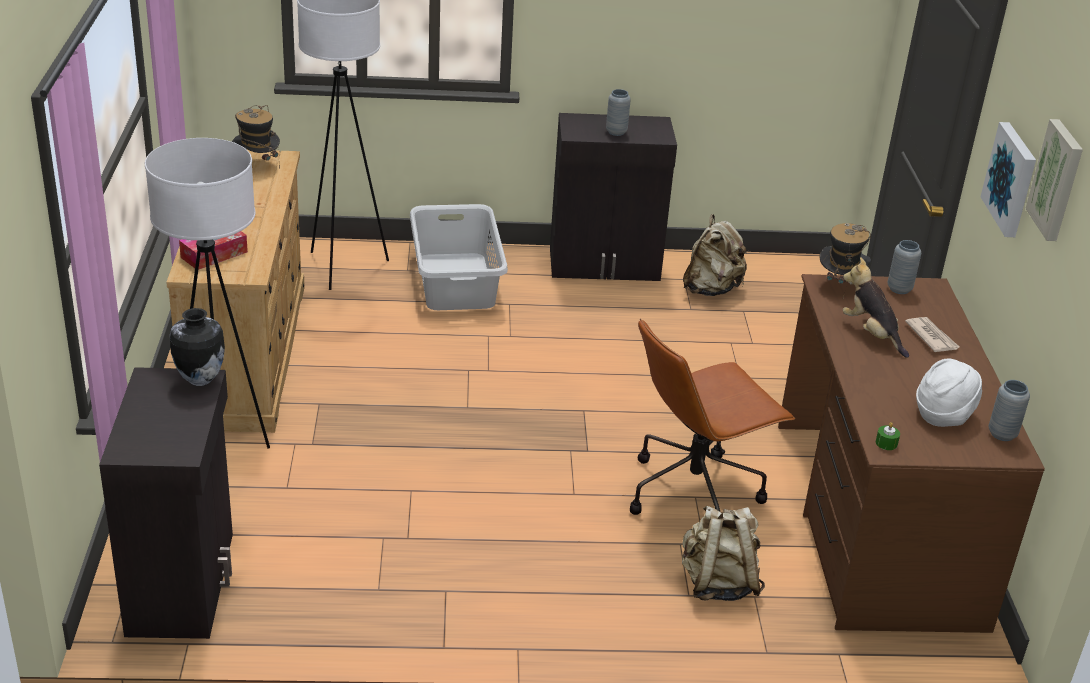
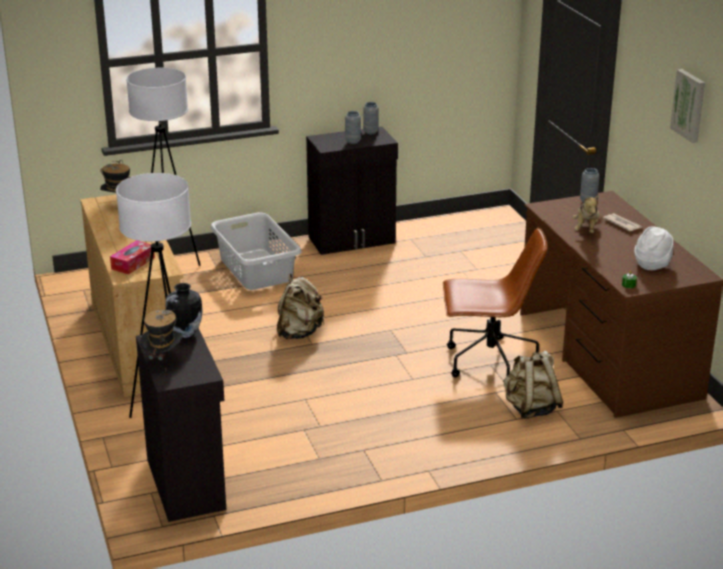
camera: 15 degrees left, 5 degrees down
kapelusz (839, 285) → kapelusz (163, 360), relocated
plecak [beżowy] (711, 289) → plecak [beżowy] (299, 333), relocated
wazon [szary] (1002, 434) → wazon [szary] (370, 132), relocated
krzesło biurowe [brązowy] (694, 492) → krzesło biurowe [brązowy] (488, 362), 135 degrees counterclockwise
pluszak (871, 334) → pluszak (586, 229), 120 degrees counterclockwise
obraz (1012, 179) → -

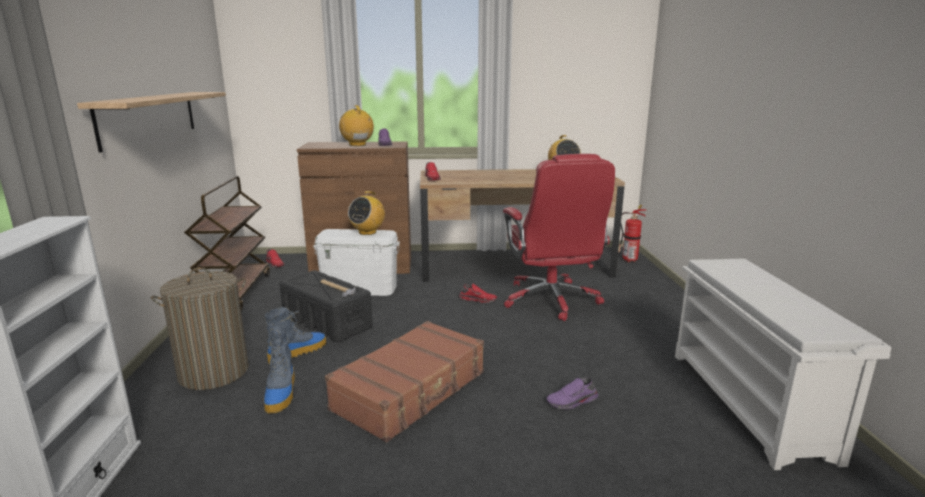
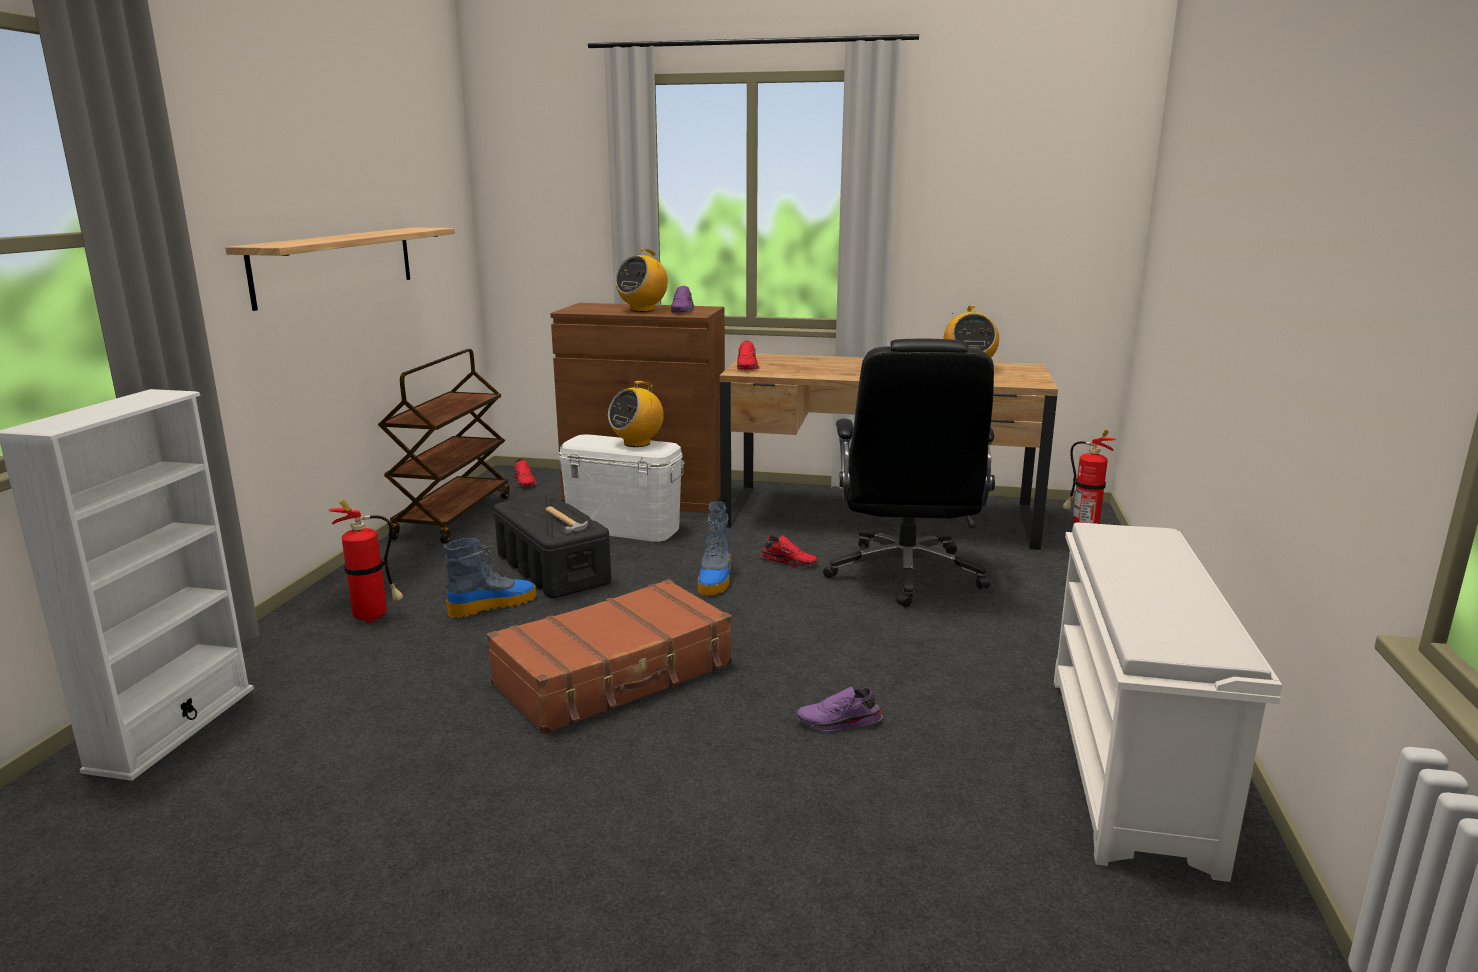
camera: 15 degrees right, 0 degrees up
kosz na pranie (213, 372) → gaśnica (375, 617)
radio (357, 145) → radio (642, 310), 135 degrees counterclockwise
but z cholewką (281, 393) → but z cholewką (715, 580), relocated
krzesło biurowe [czerwony] (551, 300) → krzesło biurowe [czarny] (905, 575)

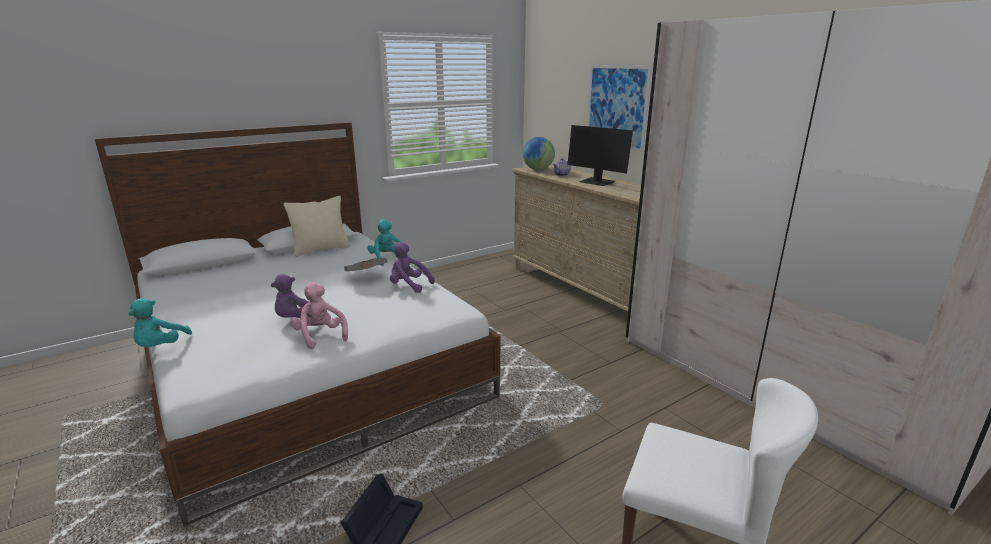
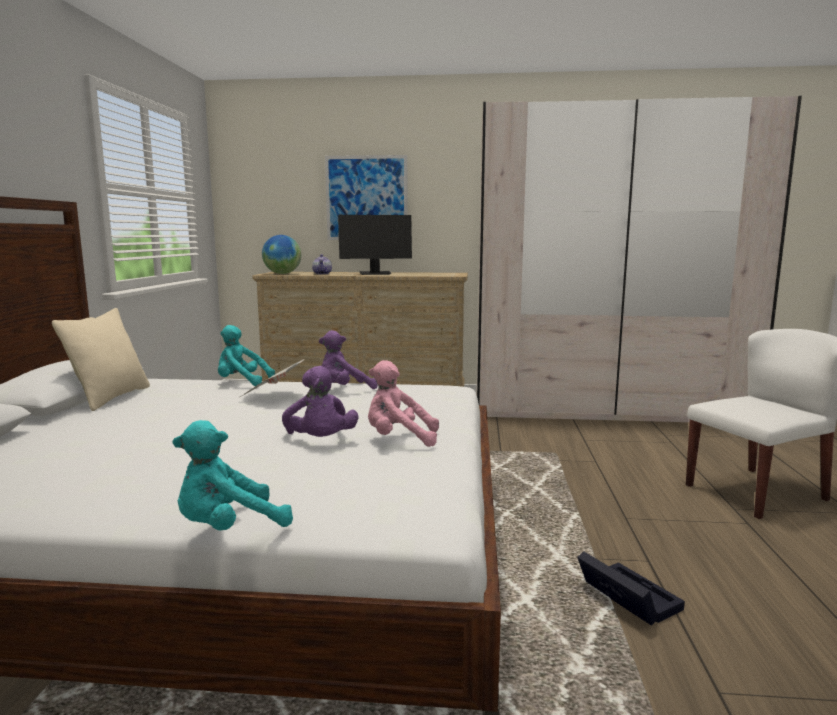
camera: 50 degrees left, 10 degrees down
pluszak [turkusowy] (160, 347) → pluszak [turkusowy] (229, 528), 105 degrees clockwise

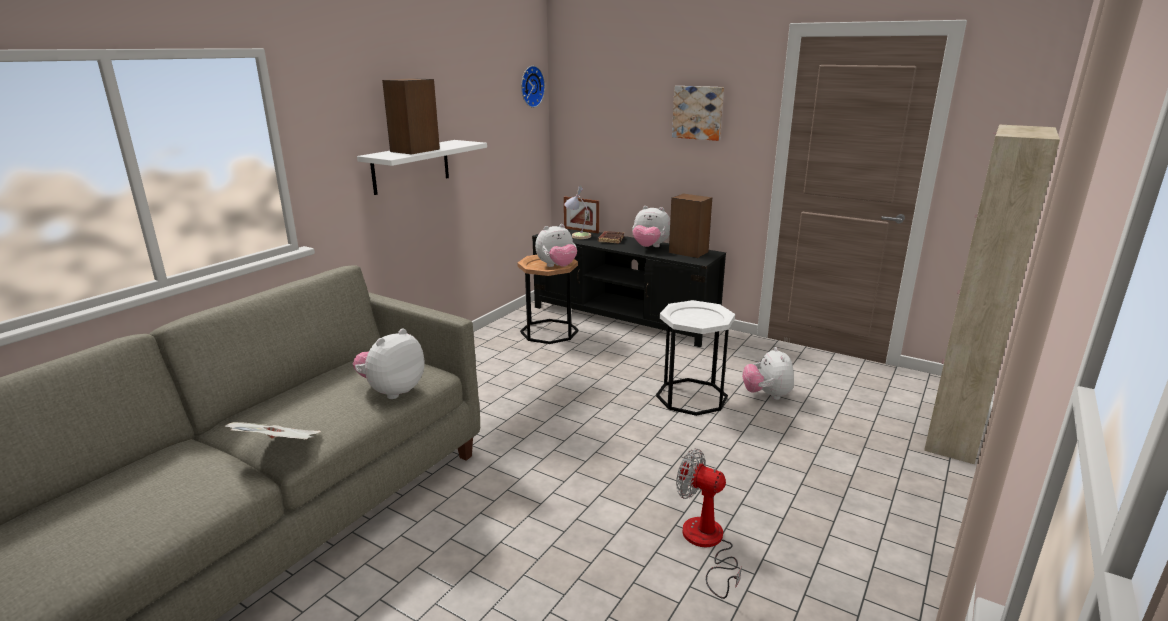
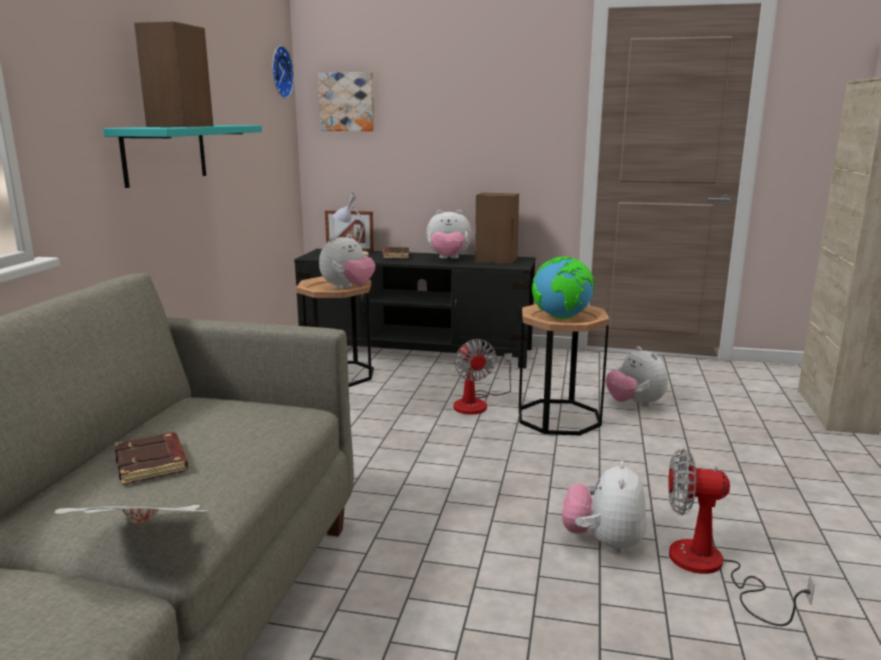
camera: 20 degrees left, 5 degrees down
półka [biały] (411, 166) → półka [turkusowy] (165, 154)
- → książka [brązowy] (153, 464)
obraz (698, 112) → obraz (347, 102), relocated
- → wentylator (477, 403)
stolik [biały] (691, 397) → stolik [brązowy] (558, 417)
- → globus (562, 318)
pluszak (392, 391) → pluszak (603, 542), relocated

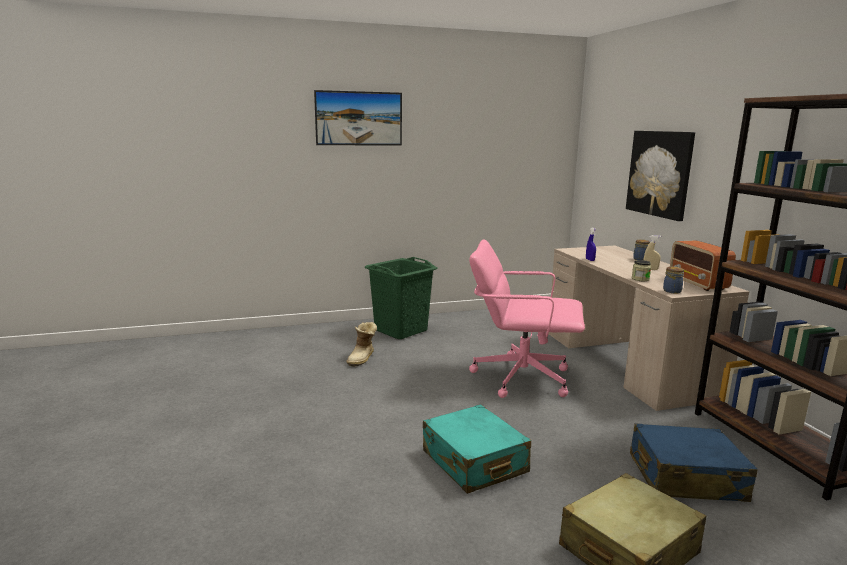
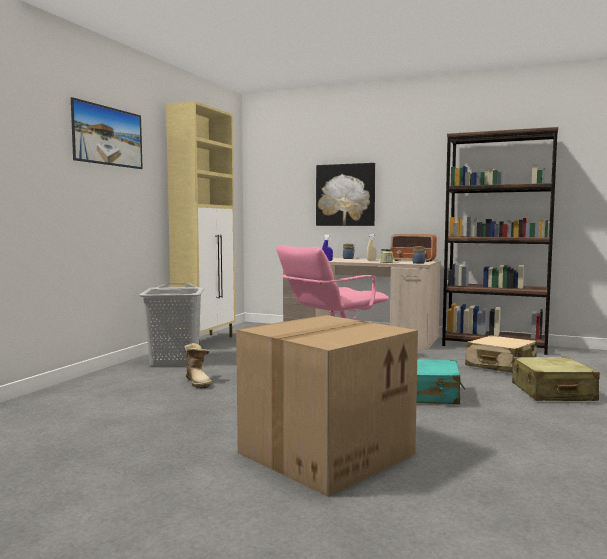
camera: 50 degrees left, 10 degrees down
kosz na pranie [zielony] (401, 330) → kosz na pranie [szary] (175, 361)
- → szafka [beżowy] (205, 341)
- → karton (326, 452)
walizka [niebieski] (685, 477) → walizka [beżowy] (500, 365)

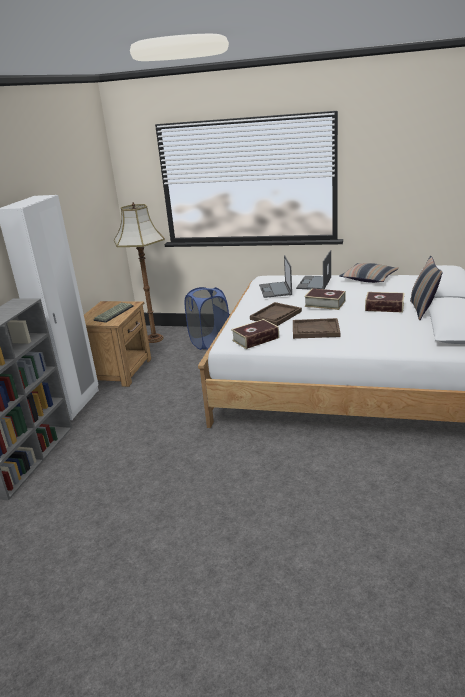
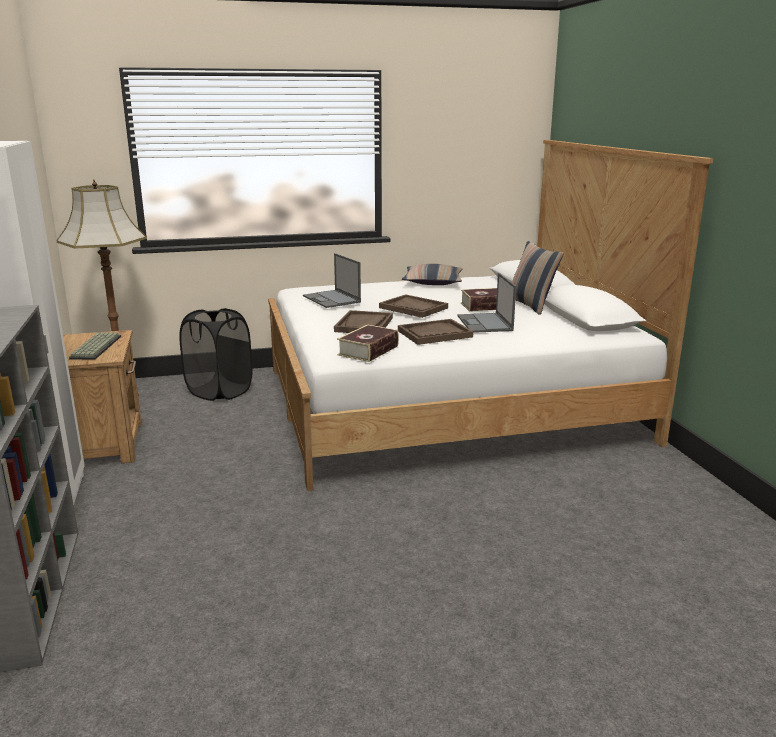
camera: 30 degrees left, 5 degrees down
kosz na pranie [niebieski] (210, 343) → kosz na pranie [czarny] (219, 391)
książka (325, 304) → taca [brązowy] (413, 308)
laptop (314, 283) → laptop (485, 323), relocated

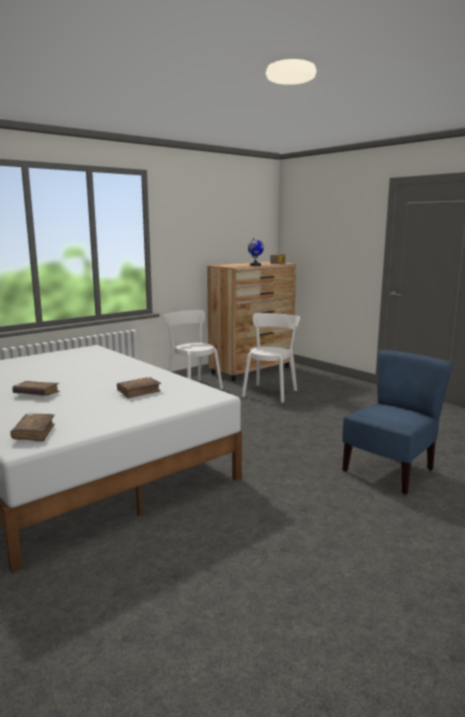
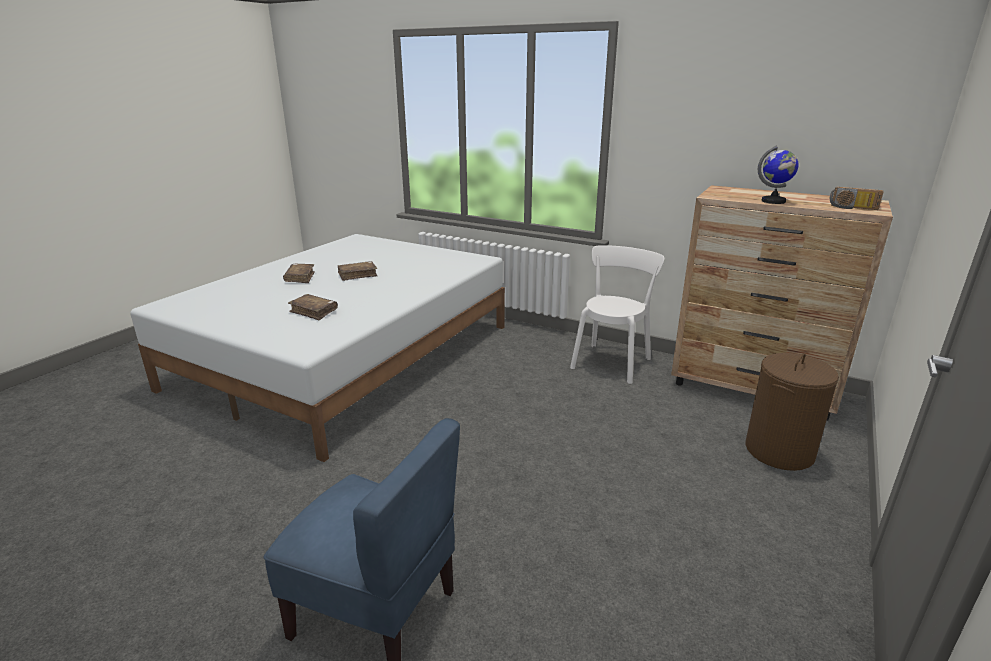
camera: 70 degrees right, 10 degrees up
książka [brązowy] (34, 433) → książka [brązowy] (357, 275), relocated
- → kosz na pranie [brązowy] (779, 450)
krzesło [biały] (270, 392) → -

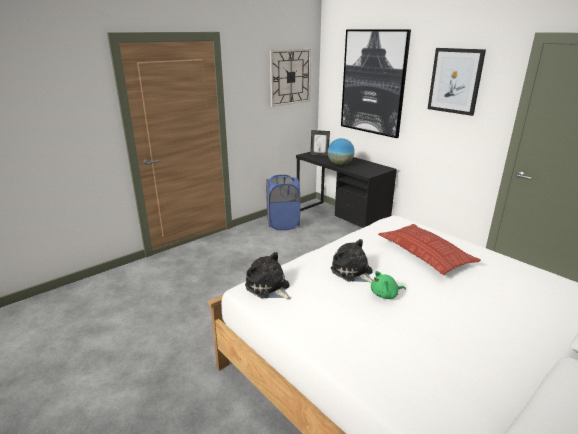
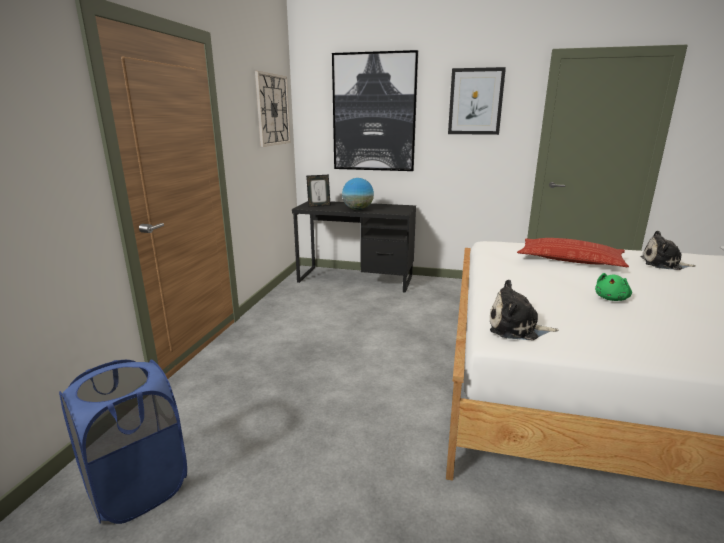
camera: 35 degrees left, 5 degrees down
kosz na pranie [niebieski] (283, 224) → kosz na pranie [niebieski] (137, 488), relocated
pluszak (353, 272) → pluszak (663, 264), relocated

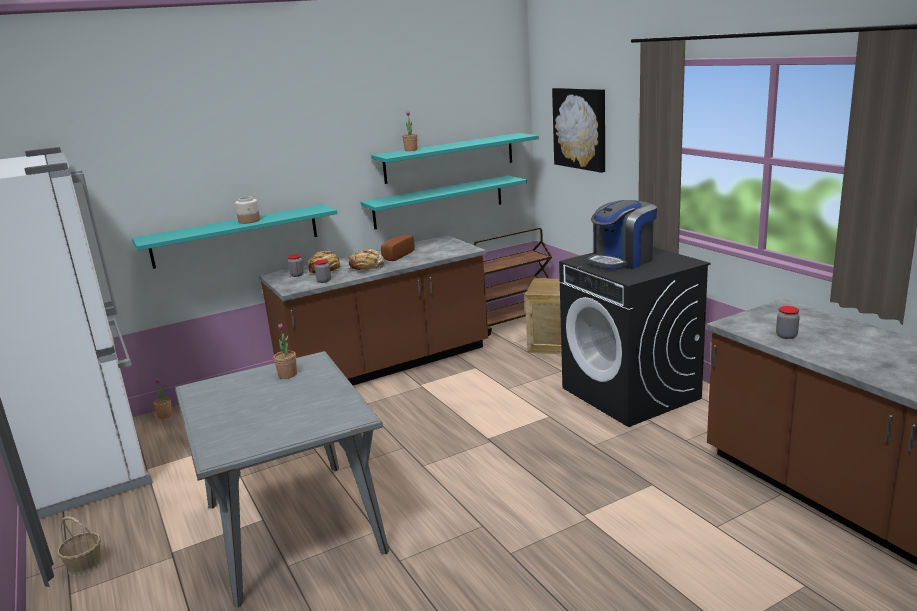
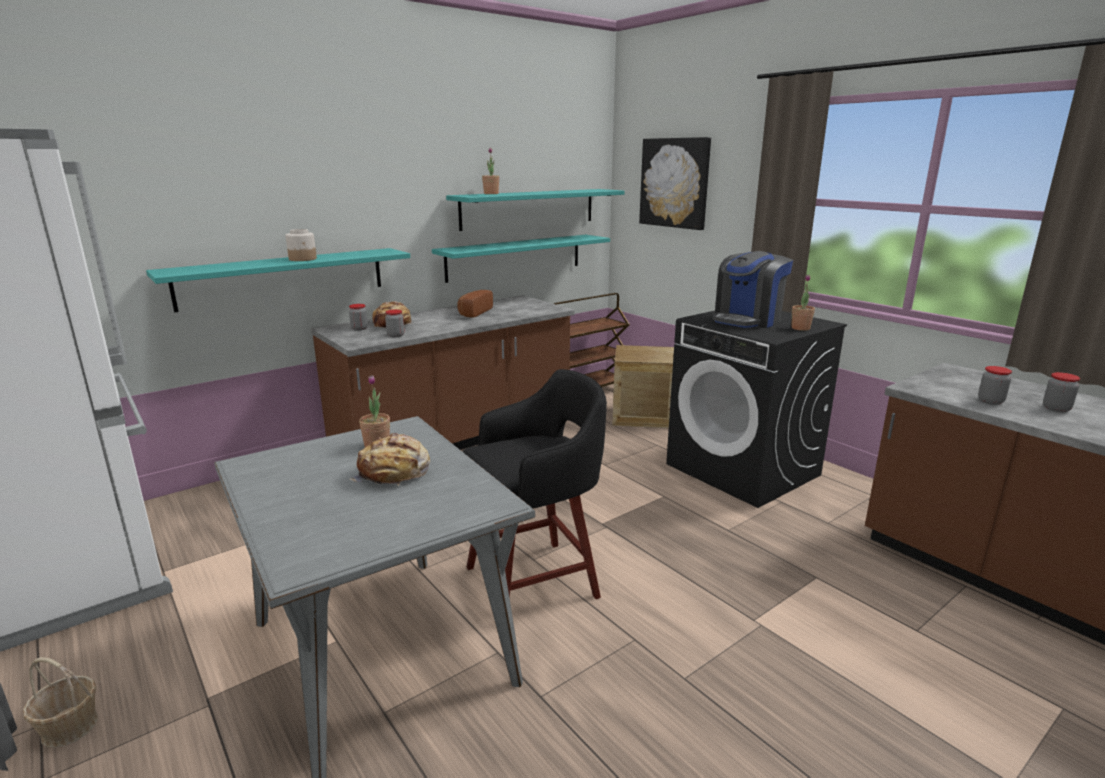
camera: 10 degrees left, 0 degrees up
chleb (367, 268) → chleb (394, 473), relocated
- → stołek [czarny] (536, 581)
roślina doniczkowa (165, 416) → roślina doniczkowa (800, 328), relocated
- → słoik (1056, 409)

